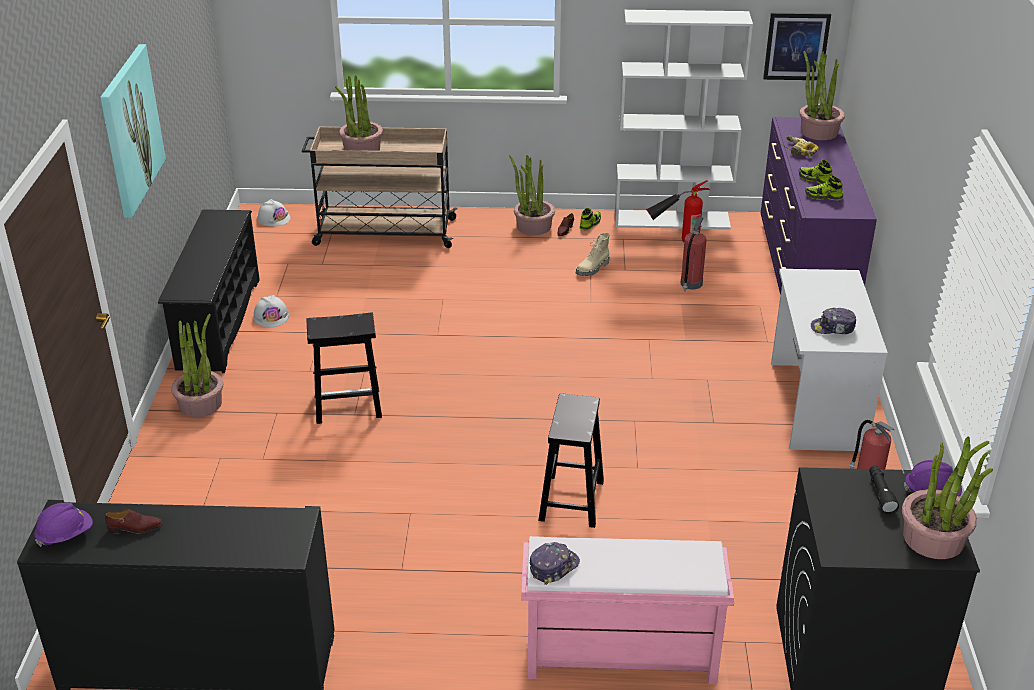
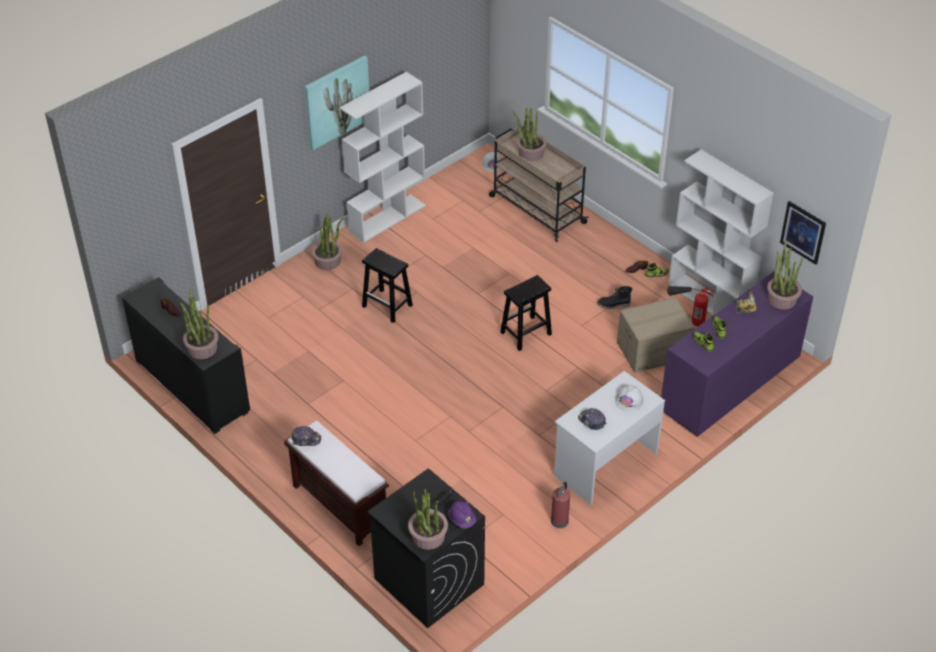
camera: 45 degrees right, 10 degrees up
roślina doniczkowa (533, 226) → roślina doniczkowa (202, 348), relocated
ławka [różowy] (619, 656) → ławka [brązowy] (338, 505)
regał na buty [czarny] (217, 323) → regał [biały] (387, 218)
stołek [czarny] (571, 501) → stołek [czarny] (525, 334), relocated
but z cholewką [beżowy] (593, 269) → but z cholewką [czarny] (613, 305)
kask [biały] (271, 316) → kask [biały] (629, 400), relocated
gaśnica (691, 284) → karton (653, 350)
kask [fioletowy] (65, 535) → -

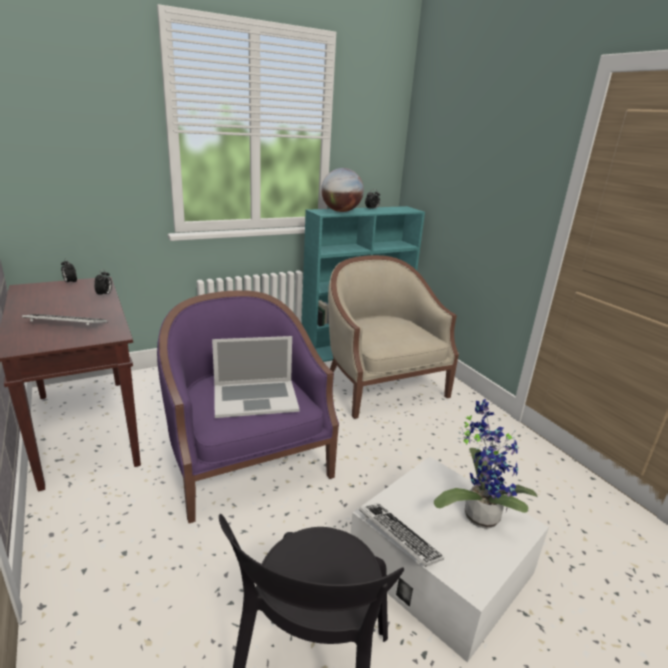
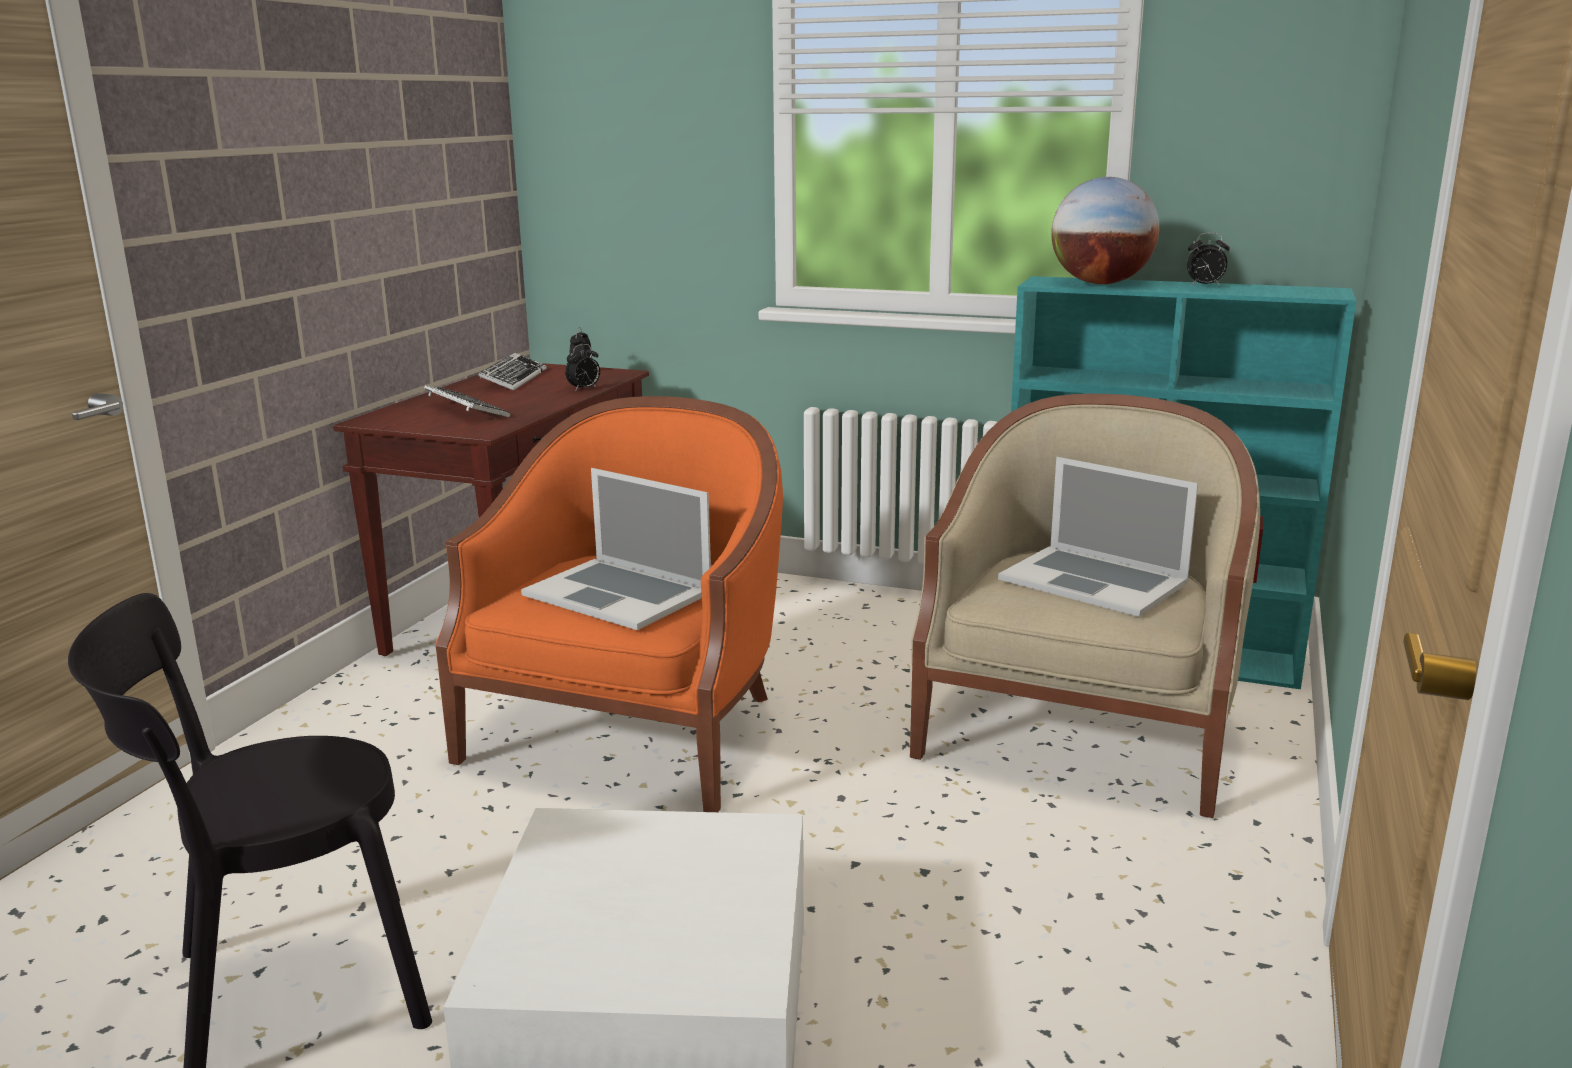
camera: 50 degrees right, 5 degrees down
fotel [fioletowy] (246, 461) → fotel [pomarańczowy] (635, 733)
klawiatura (398, 538) → klawiatura (513, 379), relocated
- → laptop (1093, 581)
roślina doniczkowa (477, 513) → -

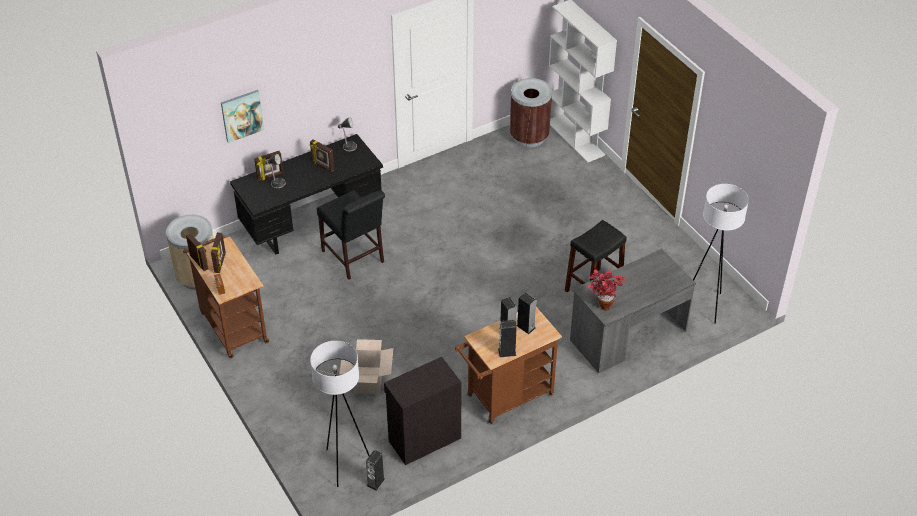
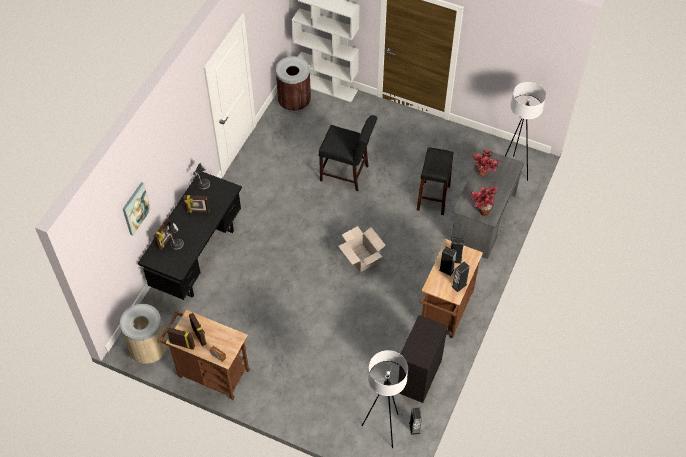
camera: 35 degrees left, 10 degrees up
krzesło [czarny] (354, 259) → krzesło [czarny] (347, 174), relocated
karton (368, 380) → karton (362, 258), relocated
- → roślina doniczkowa (484, 176)

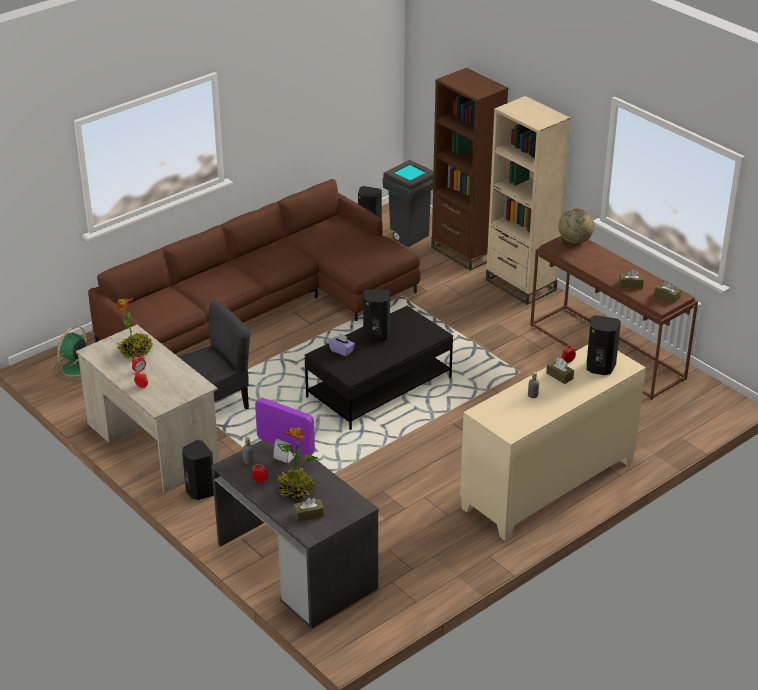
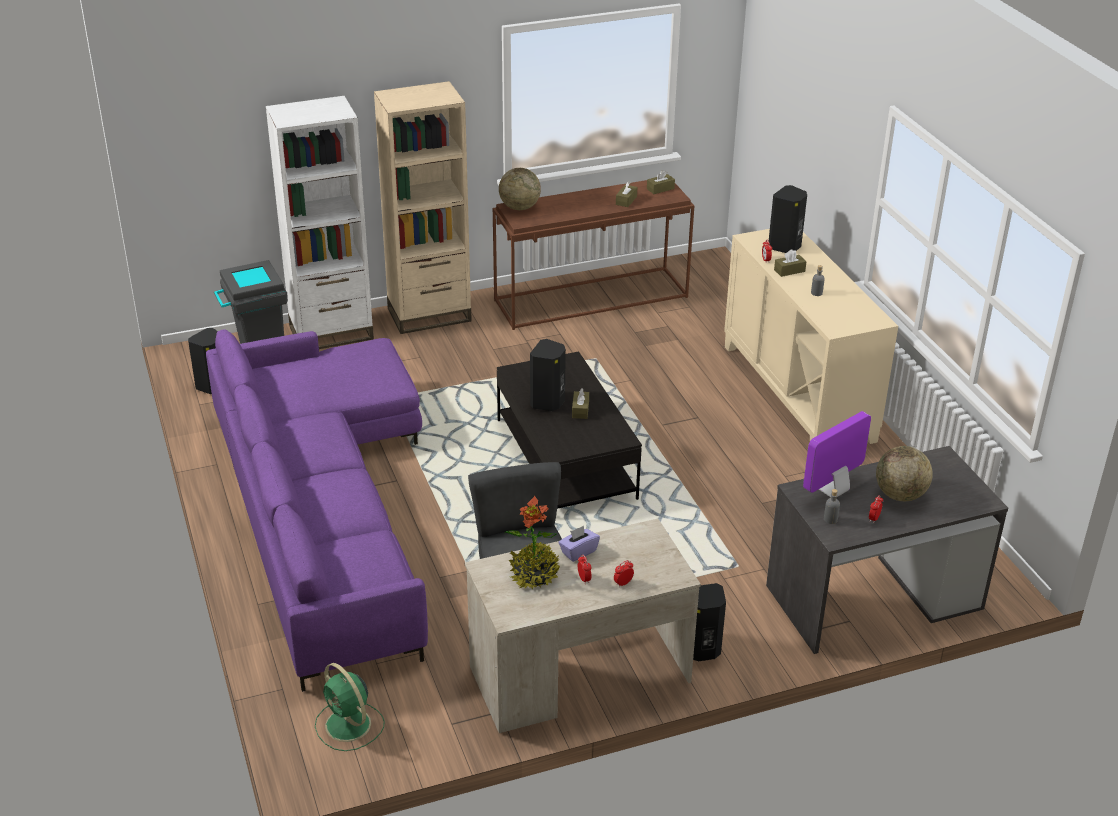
camera: 70 degrees left, 0 degrees up
kanapa [brązowy] (264, 305) → kanapa [fioletowy] (324, 509)
regał [brązowy] (465, 252) → regał [biały] (331, 333)
pudełko chusteczek [fioletowy] (342, 351) → pudełko chusteczek [fioletowy] (578, 552), relocated
pudełko chusteczek [brązowy] (309, 514) → pudełko chusteczek [brązowy] (580, 410), relocated
roślina doniczkowa (296, 490) → globus (900, 495)

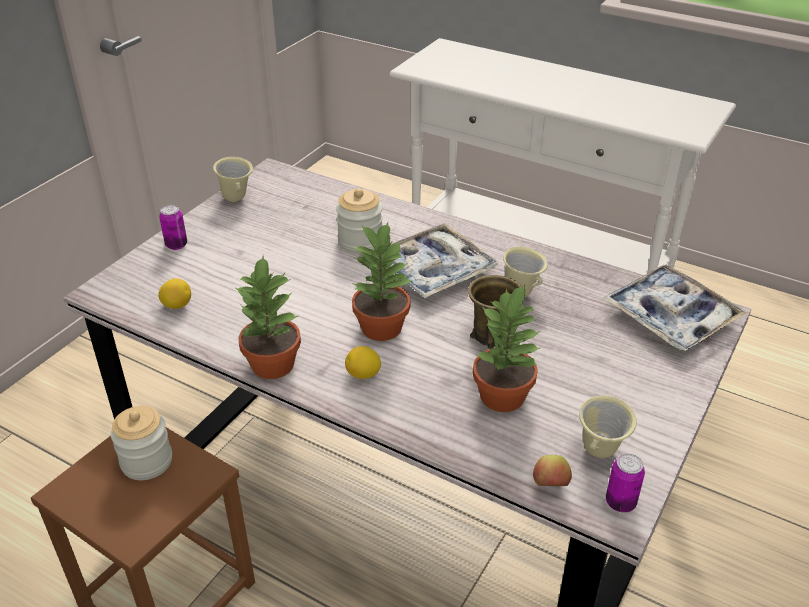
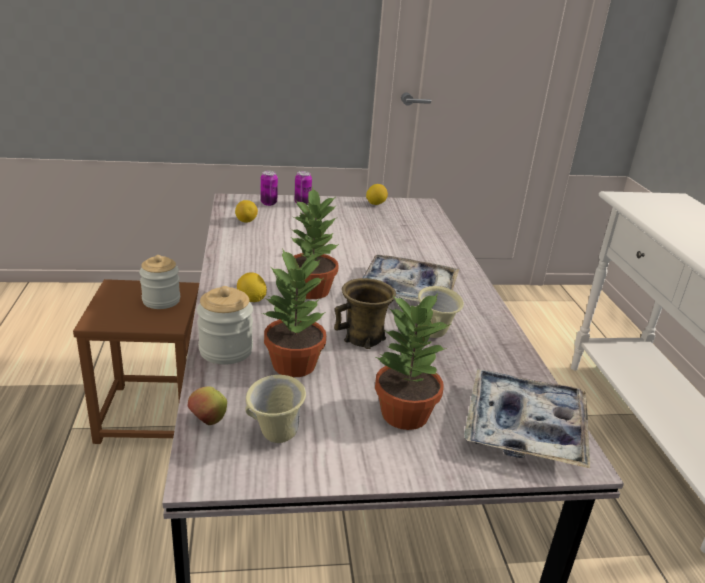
camera: 50 degrees right, 10 degrees down
słoik (360, 242) → słoik (226, 350), relocated
puszka (620, 502) → puszka (268, 203), relocated
kubek [beżowy] (237, 199) → cytryna (375, 204)
roślina doniczkowa (272, 365) → roślina doniczkowa (403, 414), relocated

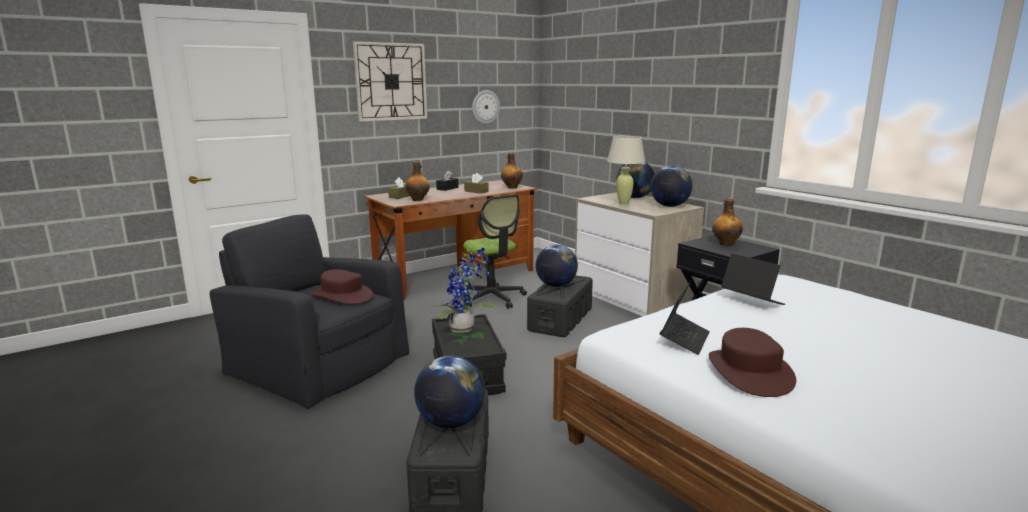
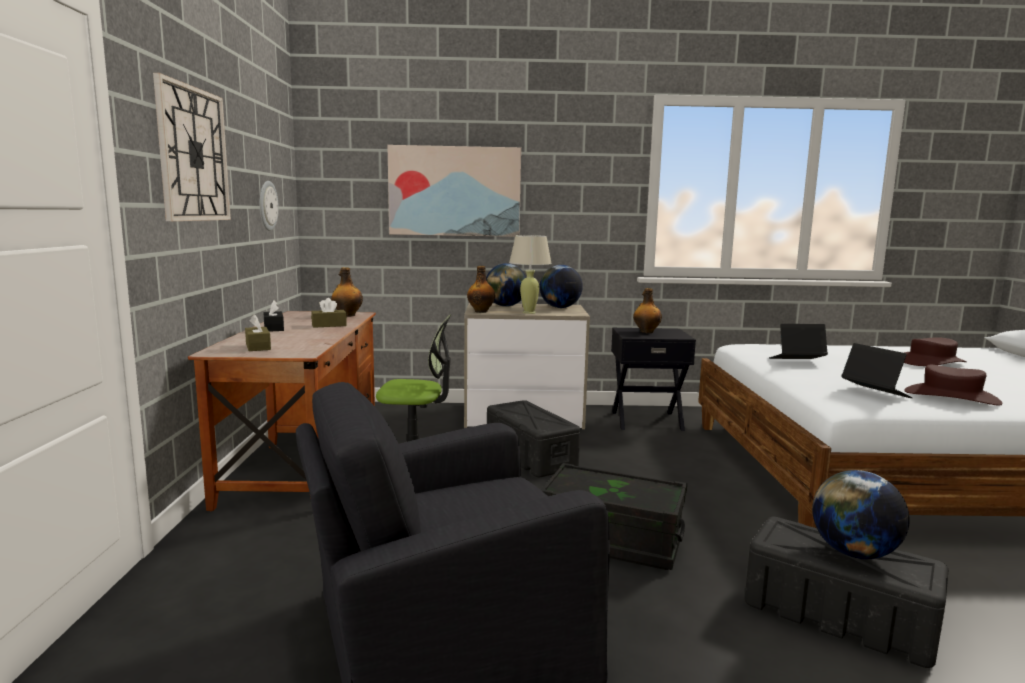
camera: 55 degrees left, 5 degrees down
- → obraz (454, 191)
butelka (418, 199) → butelka (481, 311), relocated
kapelusz [brązowy] (342, 296) → kapelusz [brązowy] (931, 362), relocated
roślina doniczkowa (465, 329) → -
globus (556, 285) → -

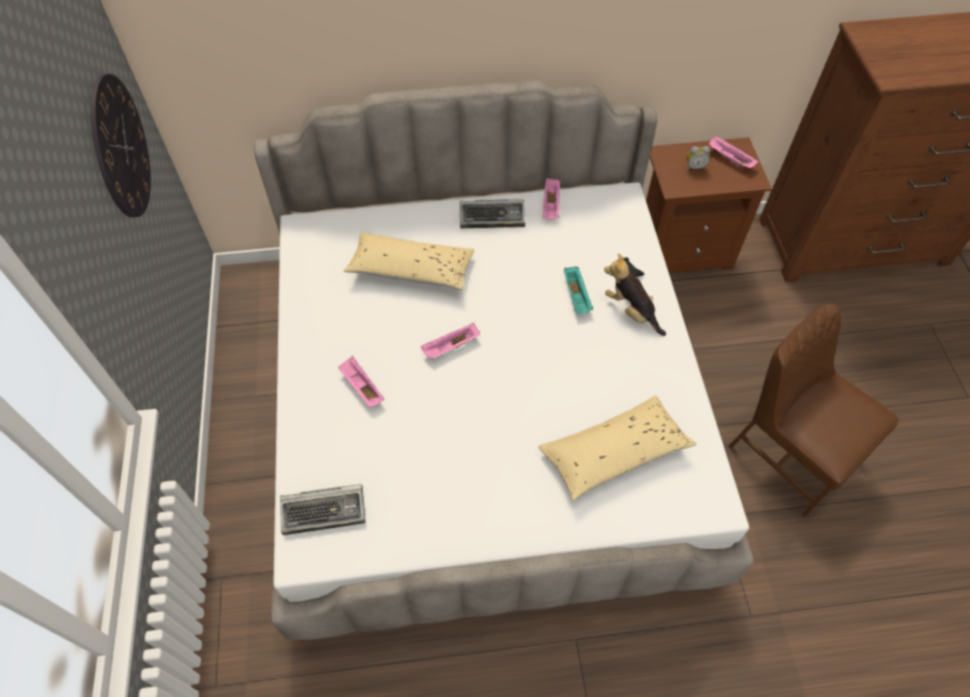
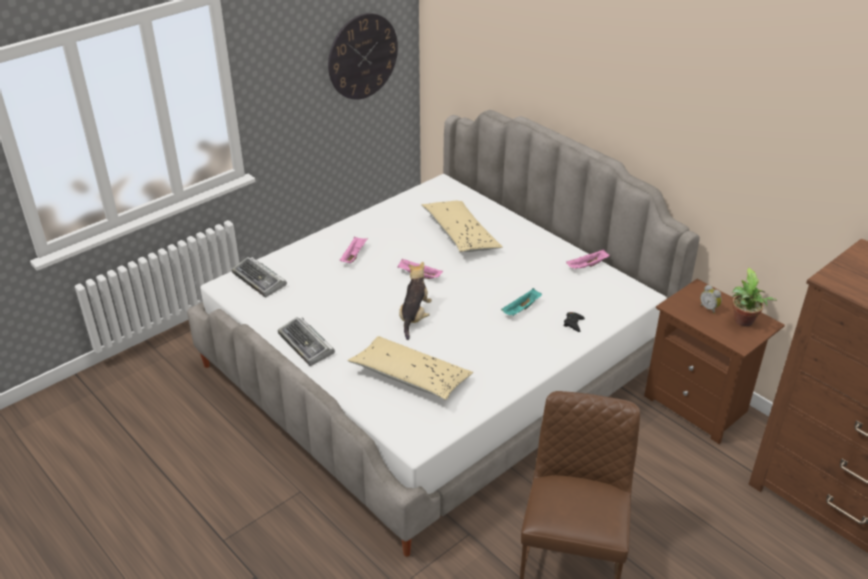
camera: 55 degrees right, 20 degrees down
klawiatura (493, 217) → klawiatura (306, 345), relocated
pluszak (631, 311) → pluszak (414, 317), relocated
taca [różowy] (729, 159) → roślina doniczkowa (743, 322)

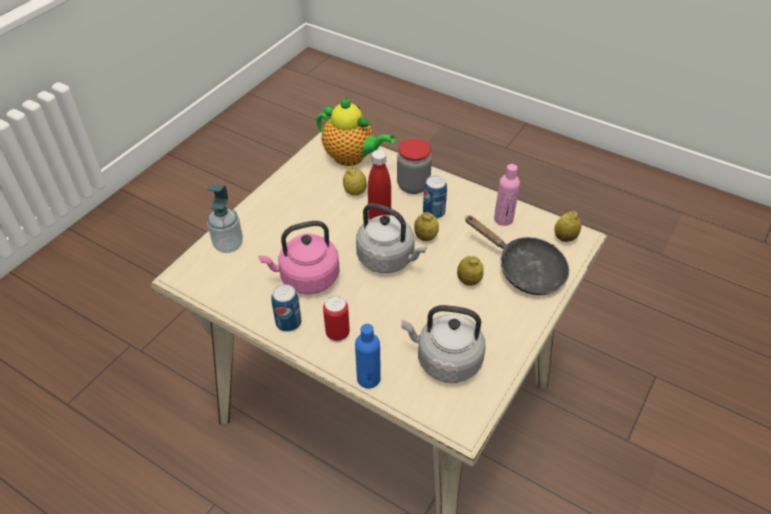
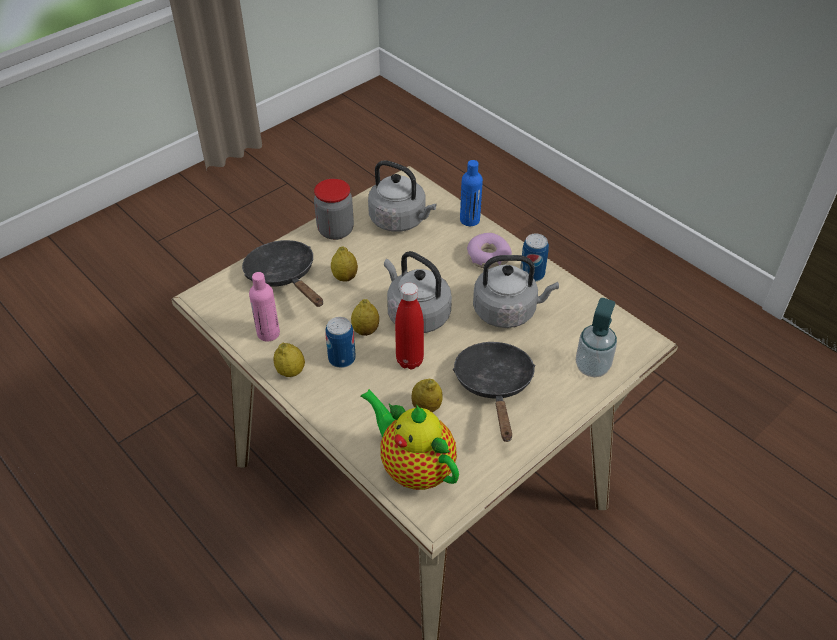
camera: 165 degrees left, 0 degrees up
cytryna (565, 238) → cytryna (290, 371), relocated
słoik (413, 186) → słoik (335, 230), relocated
- → patelnia [czarny] (494, 386)
puszka (337, 333) → donut (487, 257)
czajnik [różowy] (306, 278) → czajnik [szary] (508, 311)

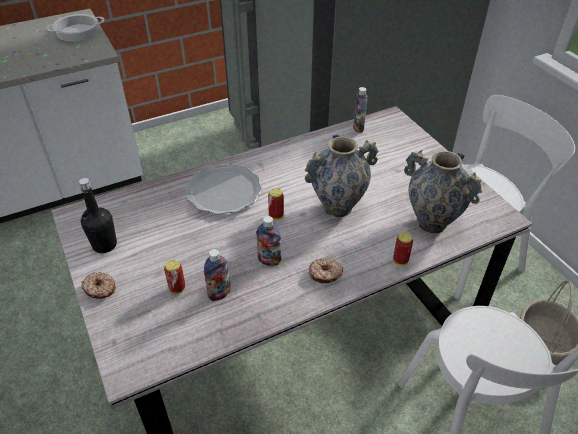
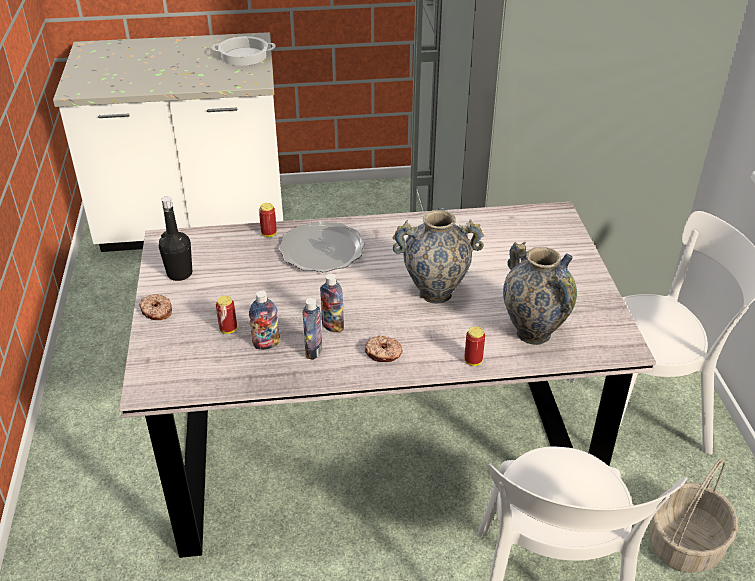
camera: 20 degrees right, 5 degrees down
puszka (276, 216) → puszka (269, 234), relocated
butelka (358, 128) → butelka (313, 351), relocated

